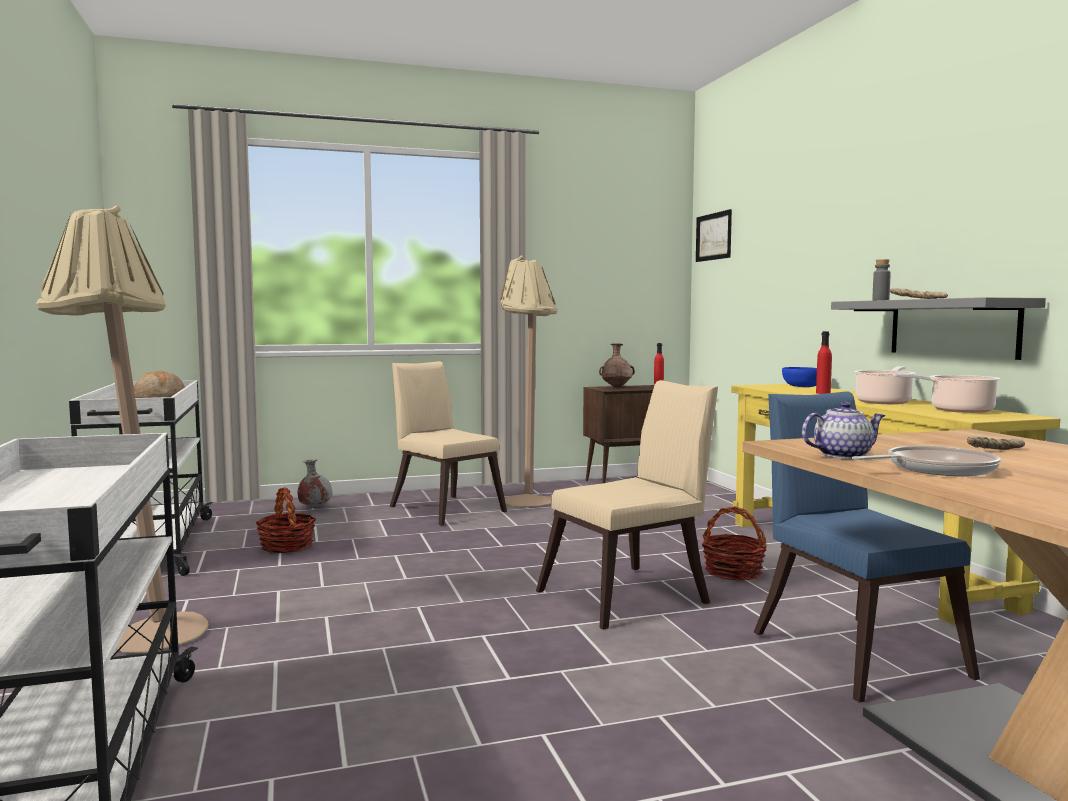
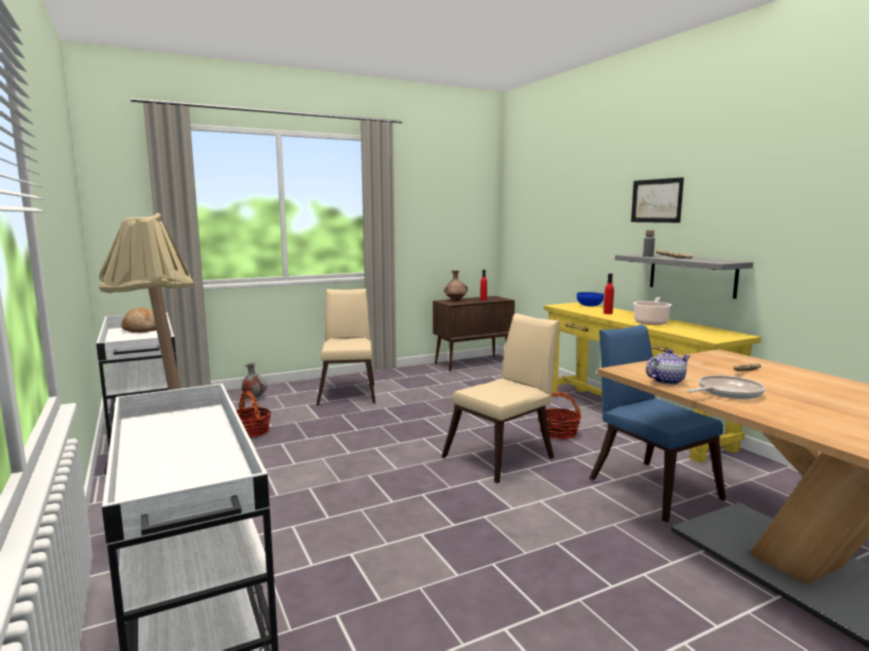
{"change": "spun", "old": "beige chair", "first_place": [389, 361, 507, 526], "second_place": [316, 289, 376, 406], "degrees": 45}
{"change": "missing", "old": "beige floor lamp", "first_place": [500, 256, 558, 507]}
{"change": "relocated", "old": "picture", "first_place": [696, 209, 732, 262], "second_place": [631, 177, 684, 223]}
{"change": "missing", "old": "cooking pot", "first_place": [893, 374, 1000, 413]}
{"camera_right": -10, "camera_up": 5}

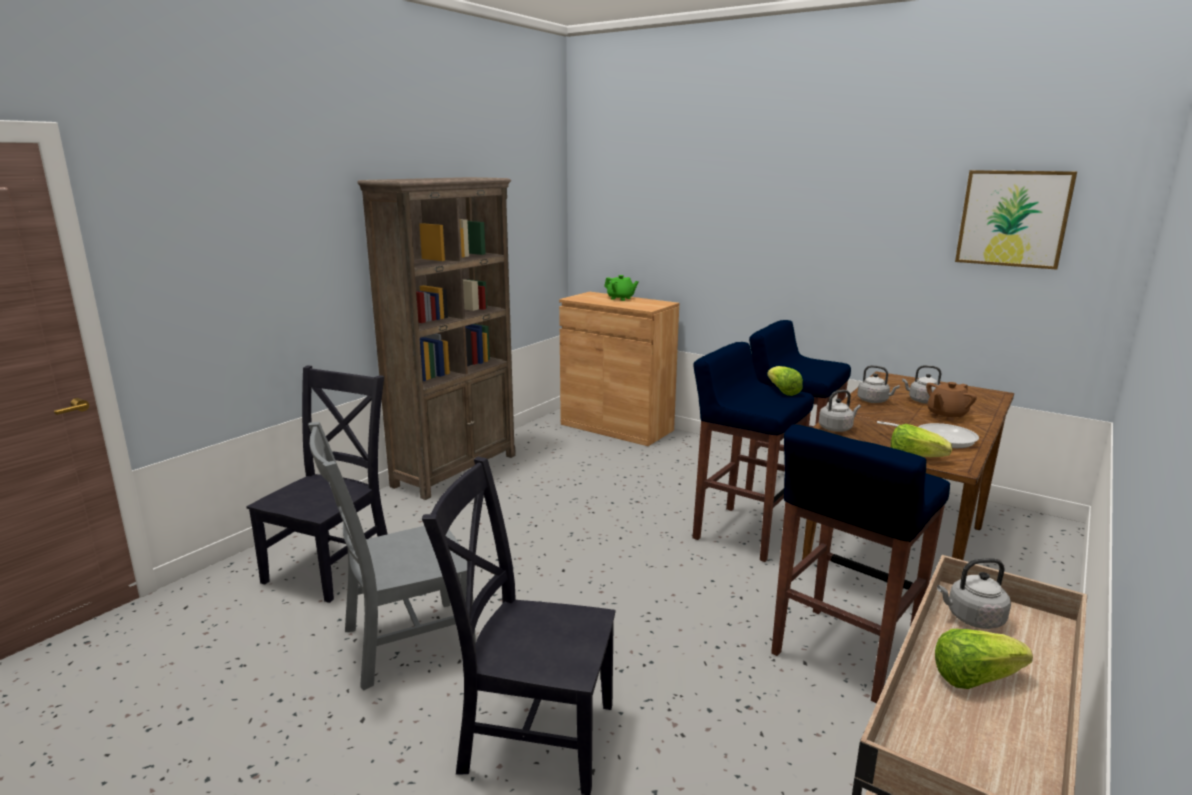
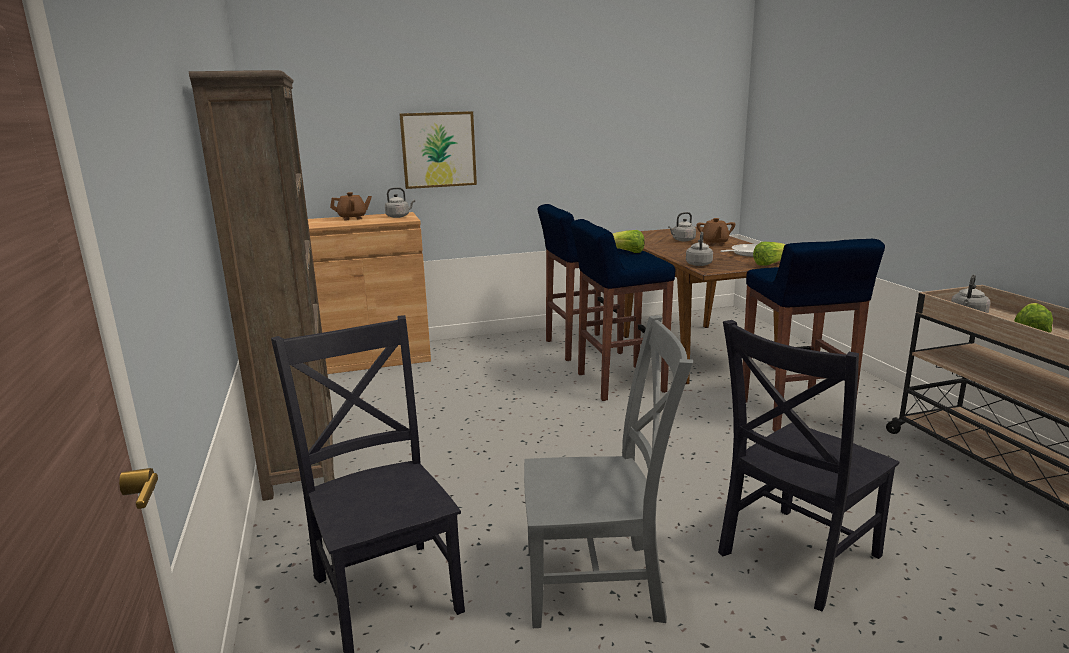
{"change": "spun", "old": "grey chair", "first_place": [308, 422, 476, 691], "second_place": [524, 315, 693, 628], "degrees": -105}
{"change": "colour", "old": "green teapot", "new": "brown teapot", "first_place": [604, 275, 639, 301], "second_place": [330, 192, 372, 220]}
{"change": "relocated", "old": "grey kettle", "first_place": [857, 365, 900, 403], "second_place": [385, 187, 415, 218]}
{"change": "relocated", "old": "picture", "first_place": [955, 170, 1077, 270], "second_place": [399, 111, 477, 189]}
{"camera_right": -50, "camera_up": 0}

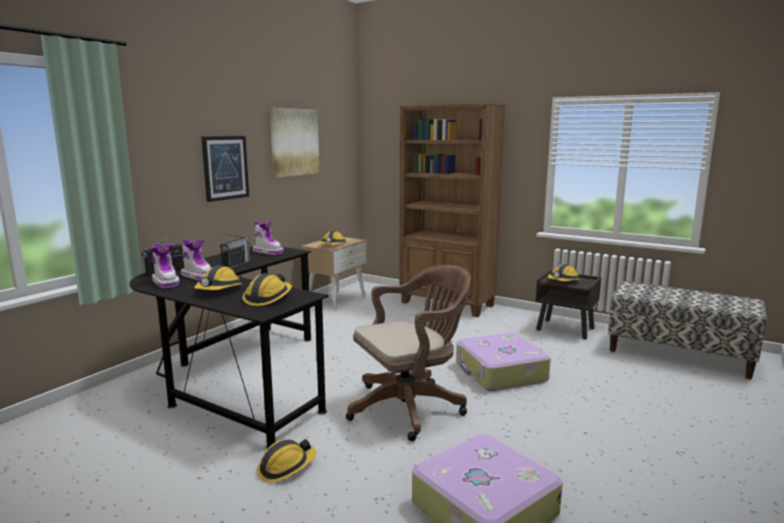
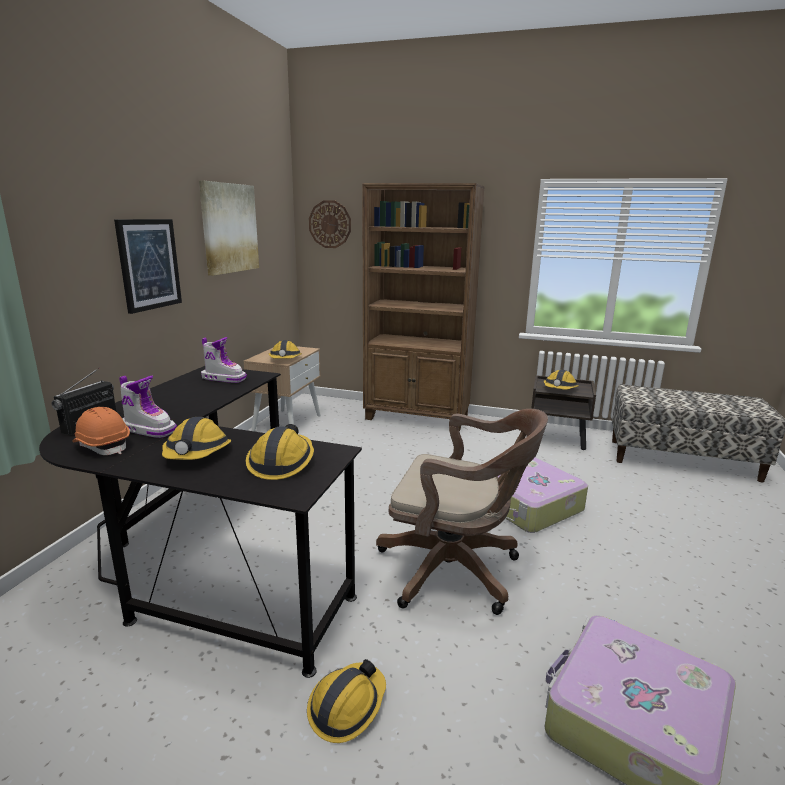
{"change": "exchanged", "old": "boot", "new": "orange hard hat", "first_place": [150, 243, 180, 288], "second_place": [72, 407, 130, 455]}
{"change": "missing", "old": "radio", "first_place": [220, 233, 250, 268]}
{"change": "spun", "old": "brown office chair", "first_place": [346, 265, 471, 441], "second_place": [376, 409, 548, 615], "degrees": 60}
{"change": "appeared", "new": "wall clock", "second_place": [309, 200, 351, 248]}
{"camera_right": -15, "camera_up": 5}

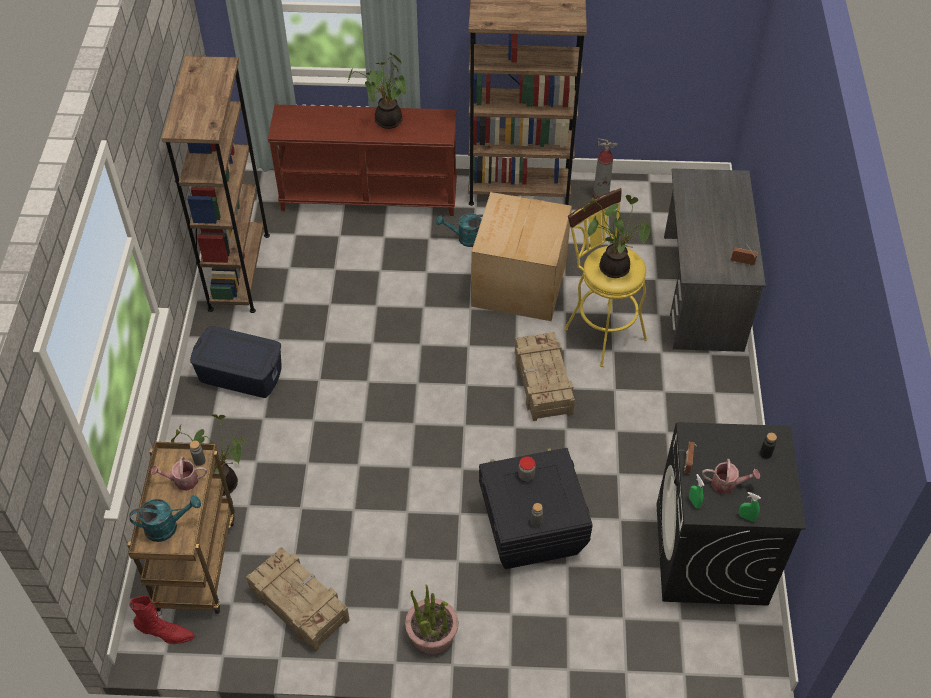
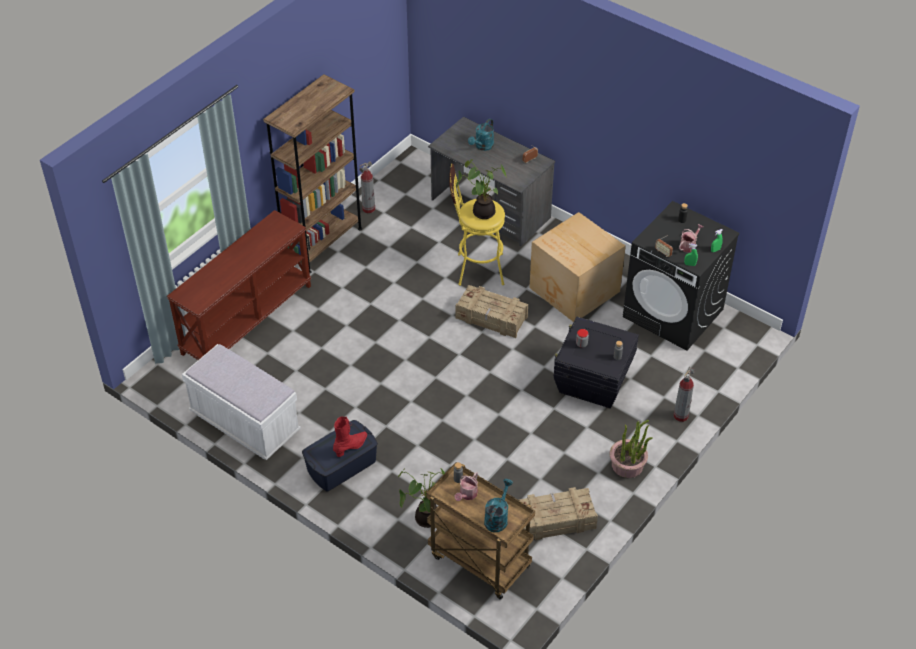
{"change": "relocated", "old": "red boot", "first_place": [129, 596, 195, 644], "second_place": [333, 417, 367, 457]}
{"change": "exchanged", "old": "brown bookcase", "new": "white bench", "first_place": [162, 56, 270, 313], "second_place": [182, 344, 301, 460]}
{"change": "missing", "old": "potted plant", "first_place": [348, 52, 407, 129]}
{"change": "relocated", "old": "turquoise watering can", "first_place": [436, 213, 483, 247], "second_place": [468, 119, 494, 151]}
{"change": "relocated", "old": "cardboard box", "first_place": [471, 192, 572, 321], "second_place": [529, 212, 626, 322]}
{"change": "appeared", "new": "fire extinguisher", "second_place": [674, 367, 694, 422]}
{"camera_right": -55, "camera_up": -5}

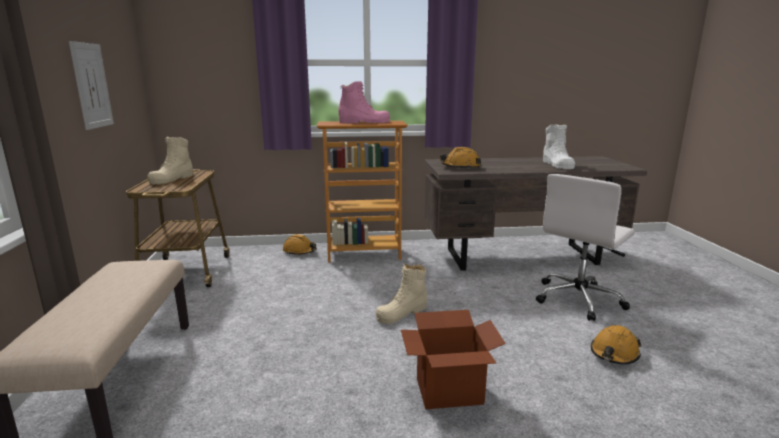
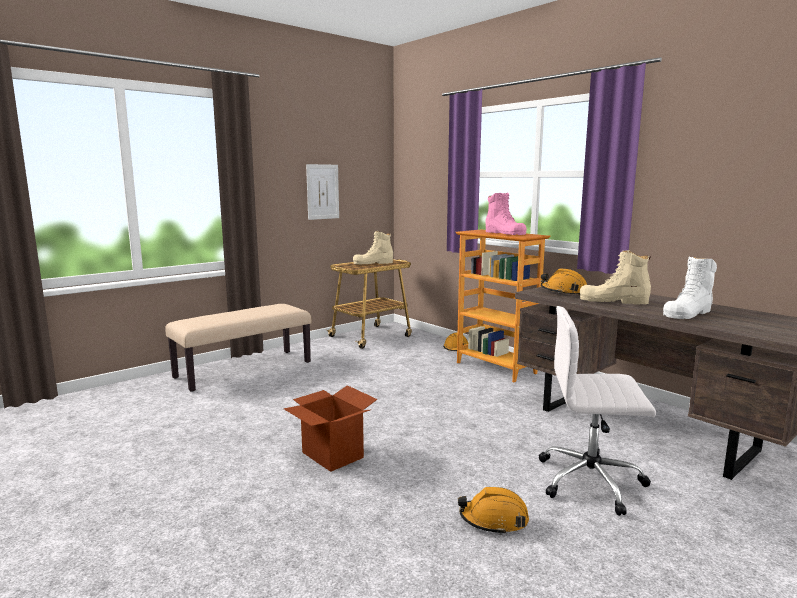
{"change": "relocated", "old": "beige boot", "first_place": [375, 264, 427, 324], "second_place": [580, 250, 651, 305]}
{"camera_right": 55, "camera_up": -5}

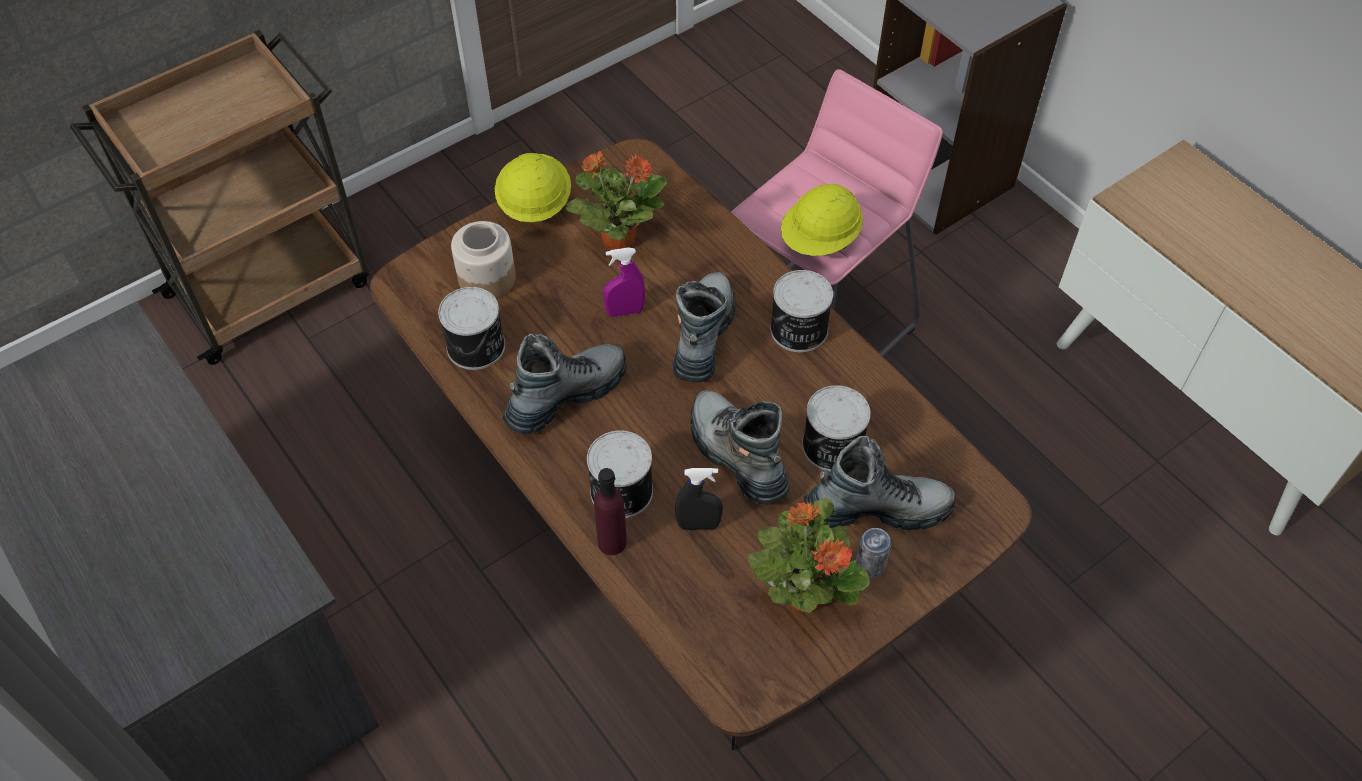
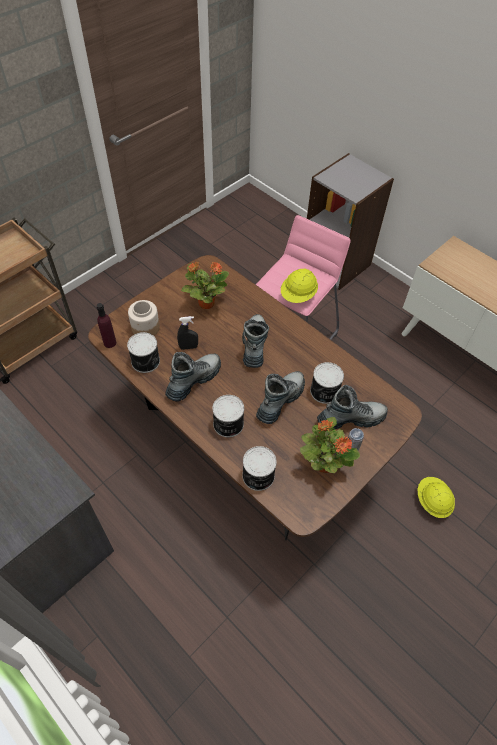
{"change": "relocated", "old": "yellow hard hat", "first_place": [495, 153, 571, 223], "second_place": [418, 477, 455, 518]}
{"change": "relocated", "old": "purple bottle", "first_place": [594, 468, 627, 555], "second_place": [96, 303, 116, 348]}
{"change": "missing", "old": "purple spray bottle", "first_place": [603, 247, 645, 317]}
{"change": "relocated", "old": "black spray bottle", "first_place": [675, 468, 723, 530], "second_place": [177, 316, 198, 350]}
{"change": "spun", "old": "boot", "first_place": [690, 390, 789, 505], "second_place": [256, 371, 305, 424], "degrees": 75}
{"change": "relocated", "old": "can", "first_place": [770, 270, 833, 353], "second_place": [242, 446, 277, 491]}
{"camera_right": -10, "camera_up": 0}

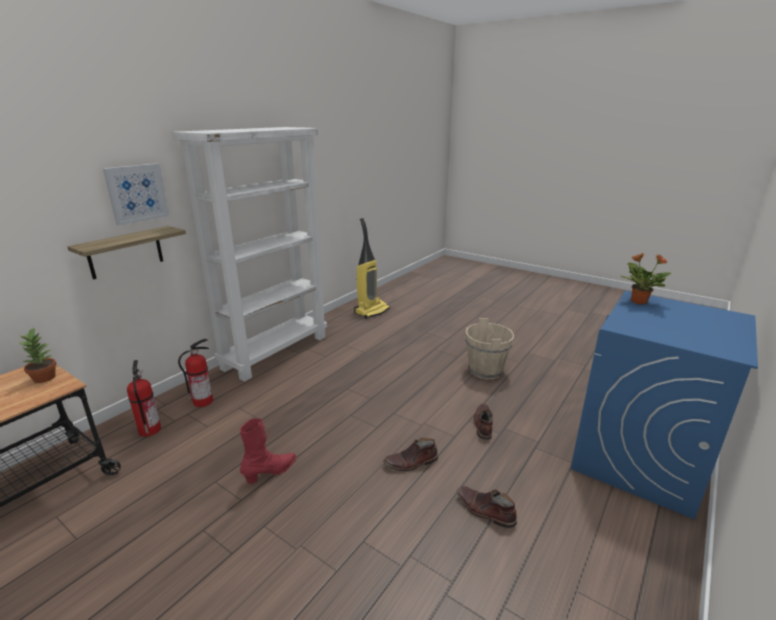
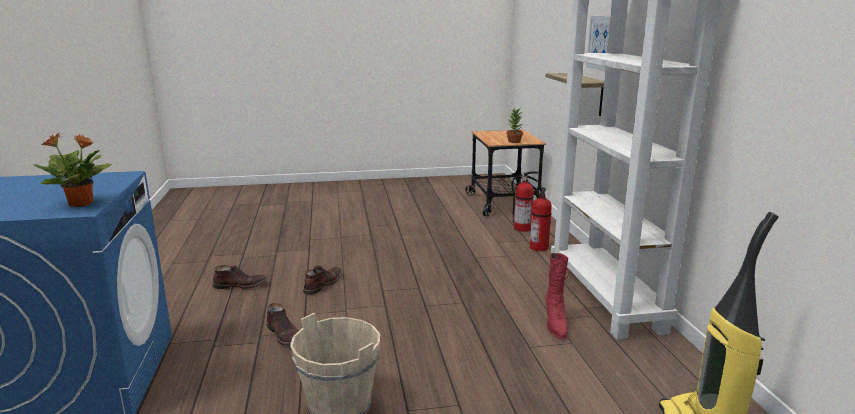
{"change": "relocated", "old": "red boot", "first_place": [240, 418, 296, 484], "second_place": [546, 253, 569, 339]}
{"camera_right": 135, "camera_up": -5}

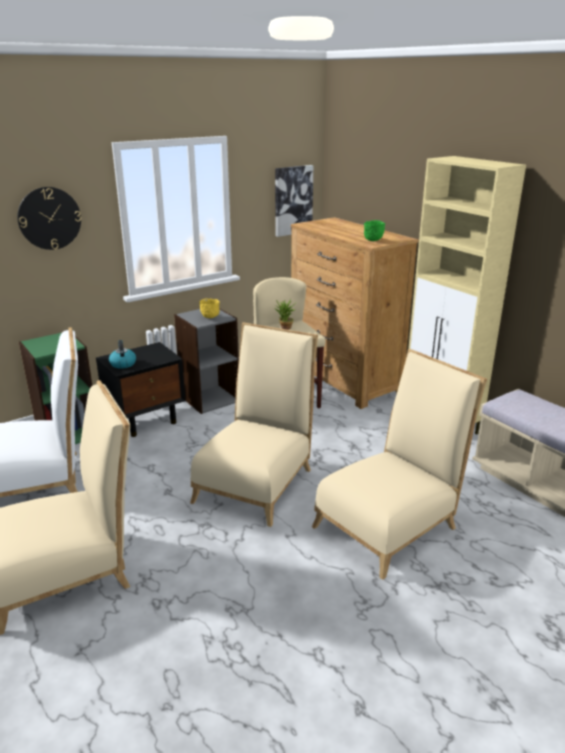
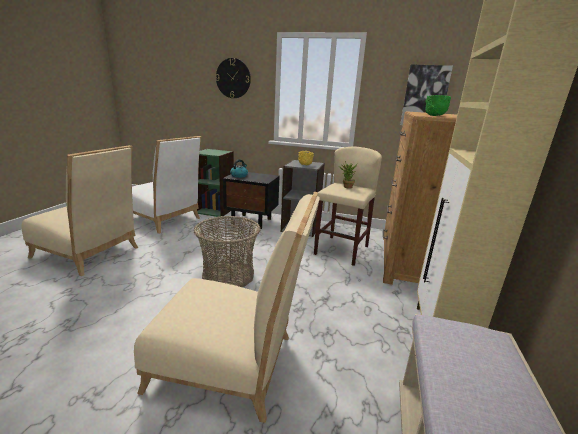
{"change": "exchanged", "old": "beige chair", "new": "basket", "first_place": [190, 322, 318, 527], "second_place": [194, 216, 261, 287]}
{"camera_right": 50, "camera_up": -5}

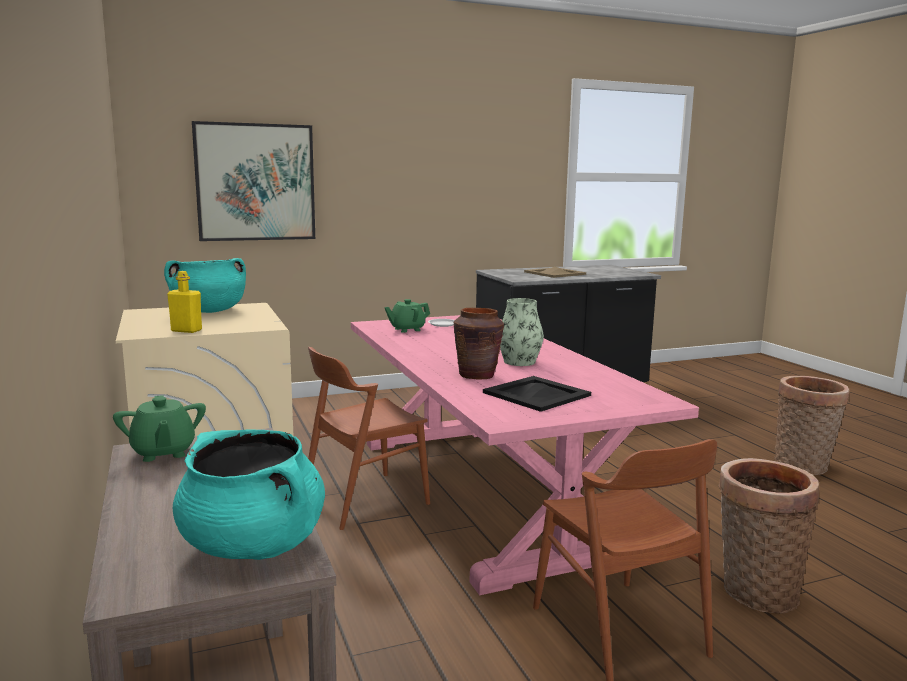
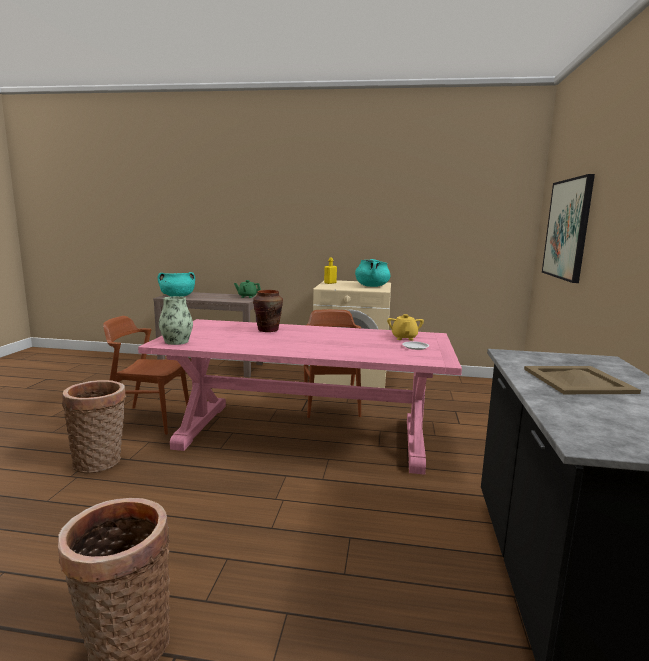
{"change": "colour", "old": "green teapot", "new": "yellow teapot", "first_place": [384, 299, 430, 333], "second_place": [387, 314, 424, 341]}
{"change": "missing", "old": "black tray", "first_place": [483, 376, 591, 412]}
{"change": "relocated", "old": "vase", "first_place": [500, 298, 544, 366], "second_place": [159, 296, 193, 345]}
{"camera_right": 120, "camera_up": 0}

